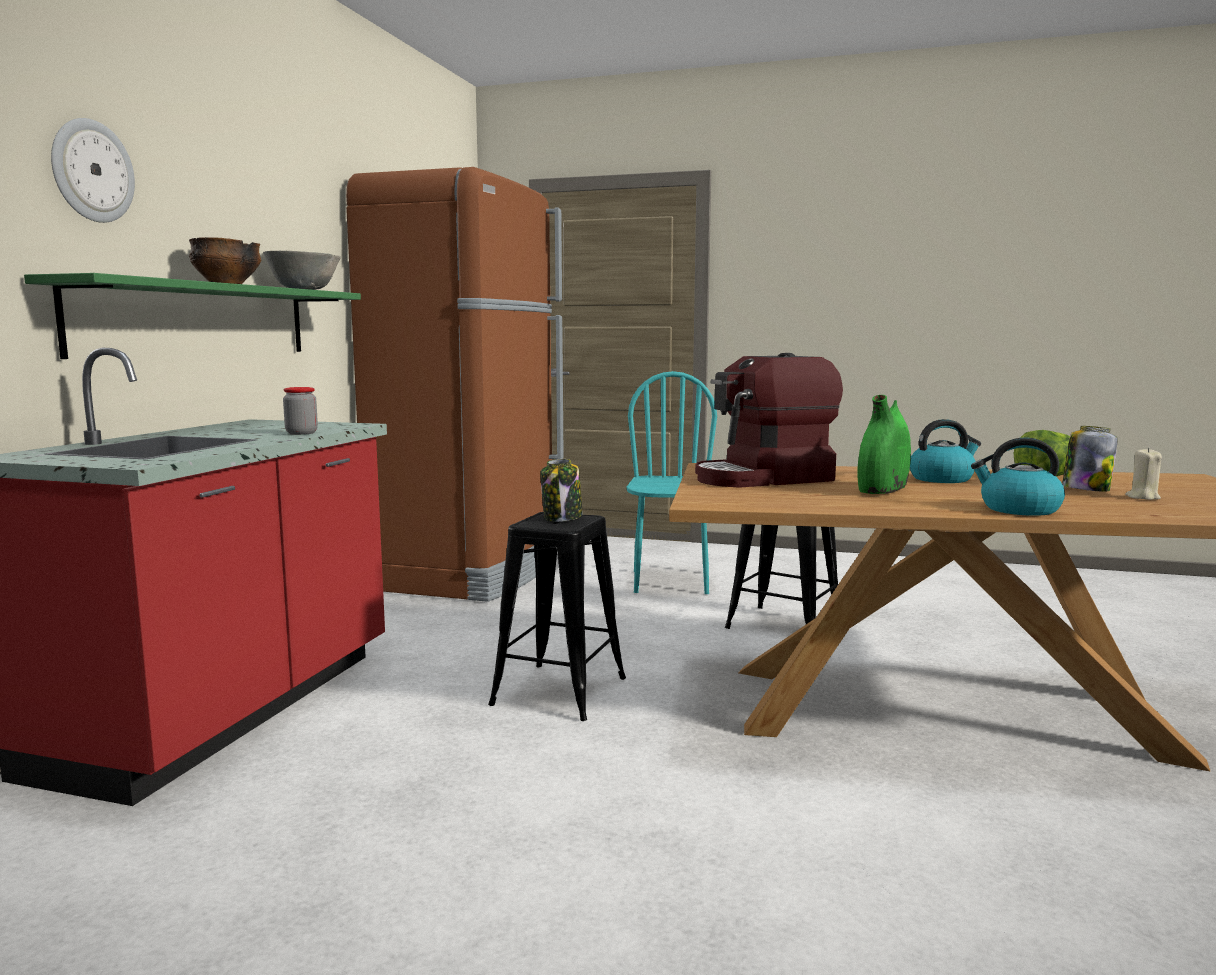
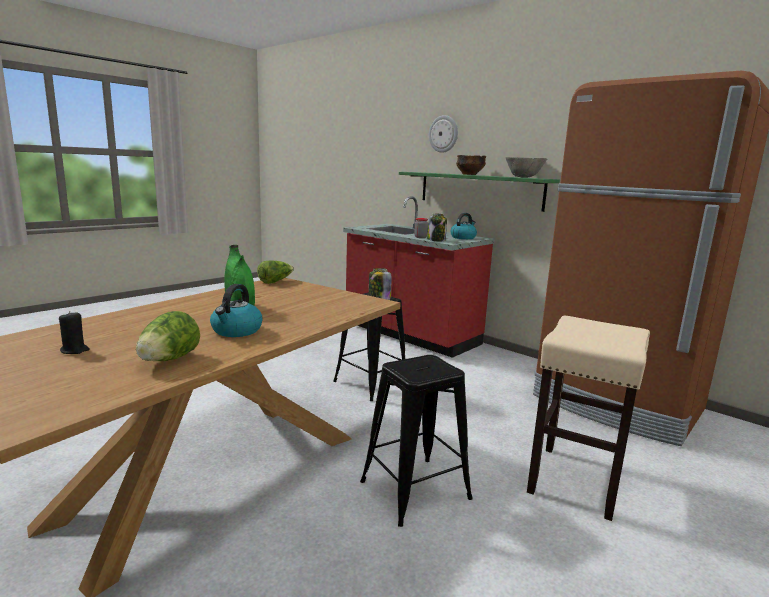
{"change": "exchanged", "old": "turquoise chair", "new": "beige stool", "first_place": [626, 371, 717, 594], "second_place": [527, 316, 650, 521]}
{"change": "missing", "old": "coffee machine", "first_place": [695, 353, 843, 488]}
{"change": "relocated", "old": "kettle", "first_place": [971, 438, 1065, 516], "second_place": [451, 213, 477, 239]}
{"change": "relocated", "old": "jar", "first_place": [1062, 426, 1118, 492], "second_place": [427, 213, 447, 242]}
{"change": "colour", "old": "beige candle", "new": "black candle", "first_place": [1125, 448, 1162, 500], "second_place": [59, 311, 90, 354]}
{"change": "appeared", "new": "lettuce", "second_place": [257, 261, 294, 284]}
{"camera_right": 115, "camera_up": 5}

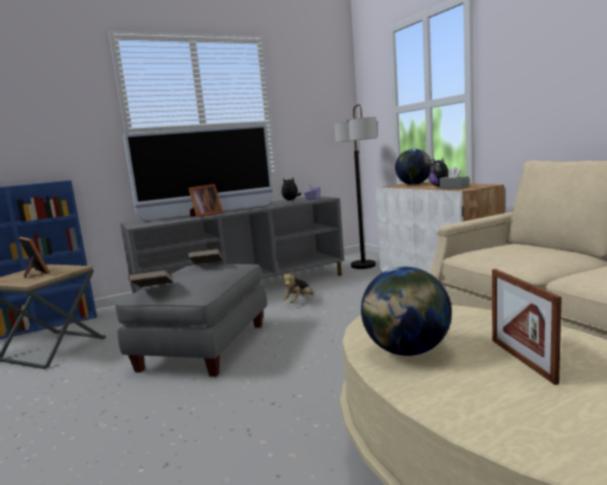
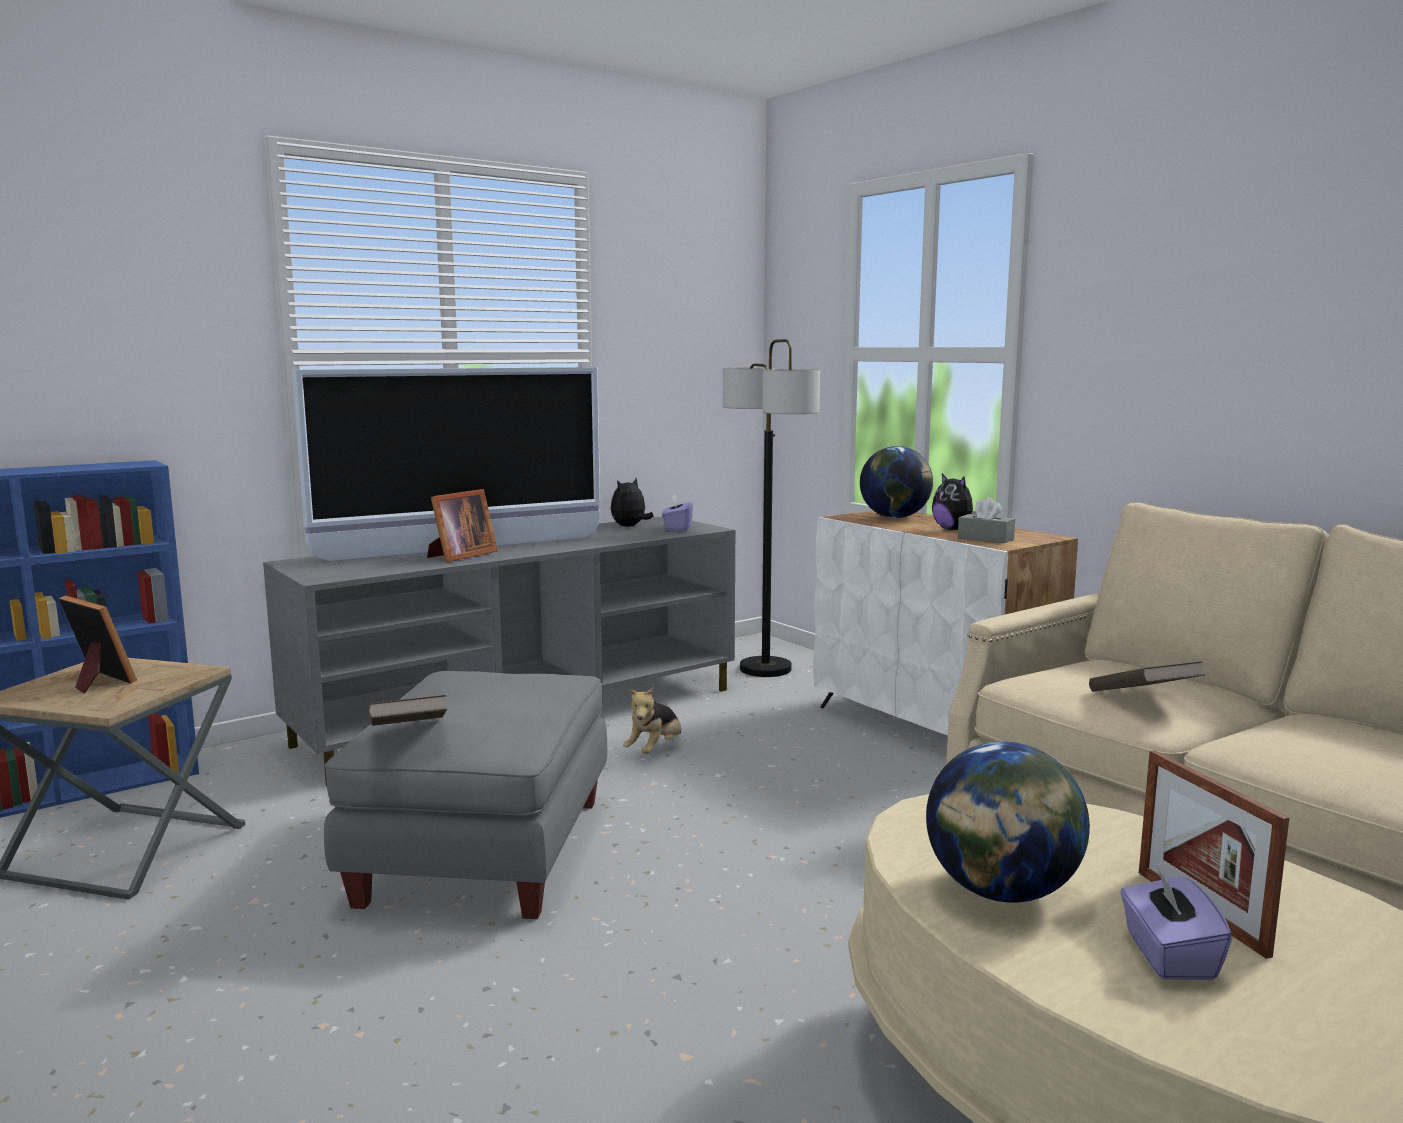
{"change": "relocated", "old": "brown book", "first_place": [188, 248, 222, 264], "second_place": [1089, 661, 1205, 692]}
{"change": "appeared", "new": "purple tissue box", "second_place": [1120, 866, 1232, 980]}
{"camera_right": -10, "camera_up": 0}

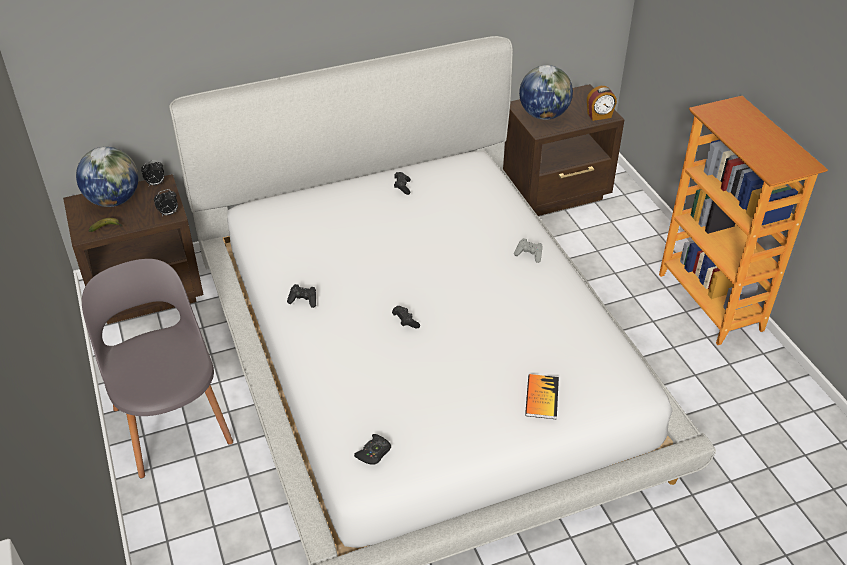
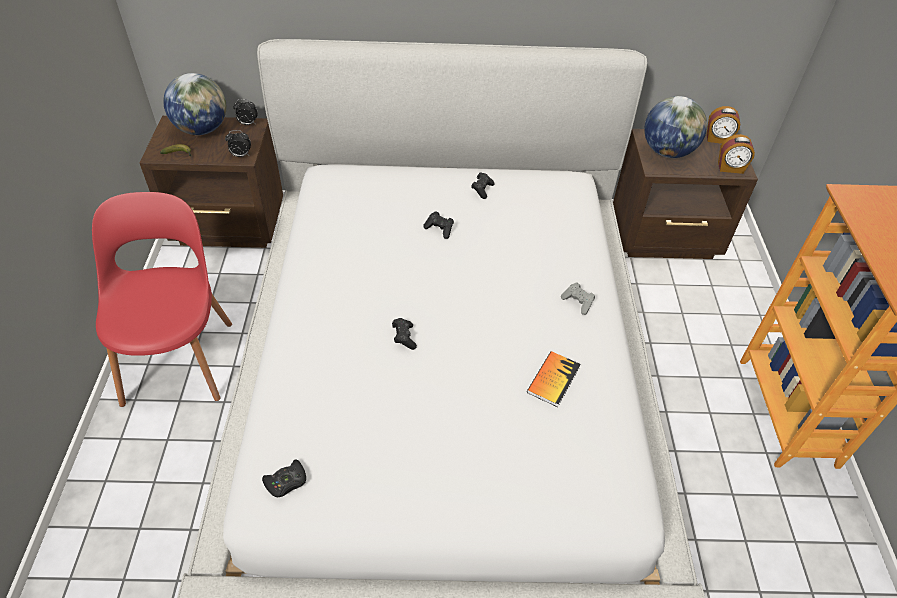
{"change": "colour", "old": "grey chair", "new": "red chair", "first_place": [82, 259, 233, 478], "second_place": [92, 192, 232, 407]}
{"change": "relocated", "old": "black game controller", "first_place": [287, 284, 316, 308], "second_place": [423, 211, 454, 239]}
{"change": "relocated", "old": "book", "first_place": [525, 374, 559, 419], "second_place": [527, 351, 581, 407]}
{"change": "appeared", "new": "alarm clock", "second_place": [707, 106, 740, 144]}
{"camera_right": 20, "camera_up": 5}

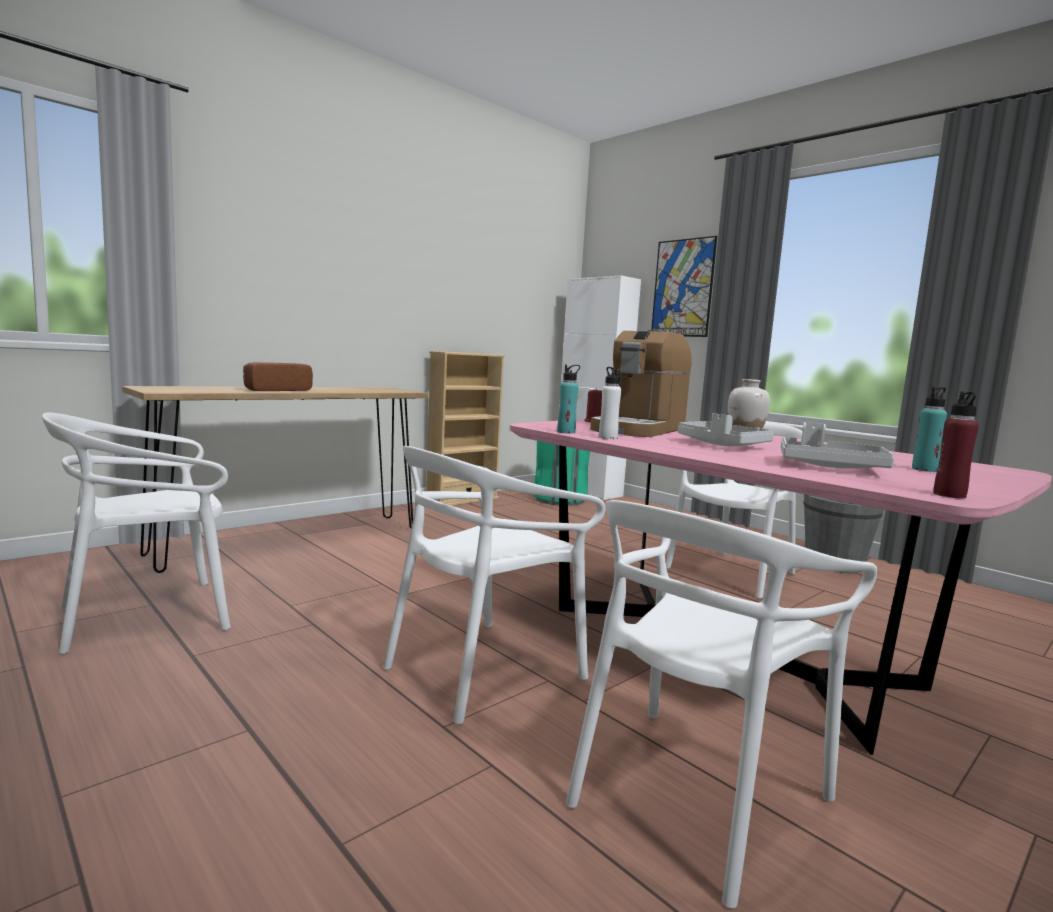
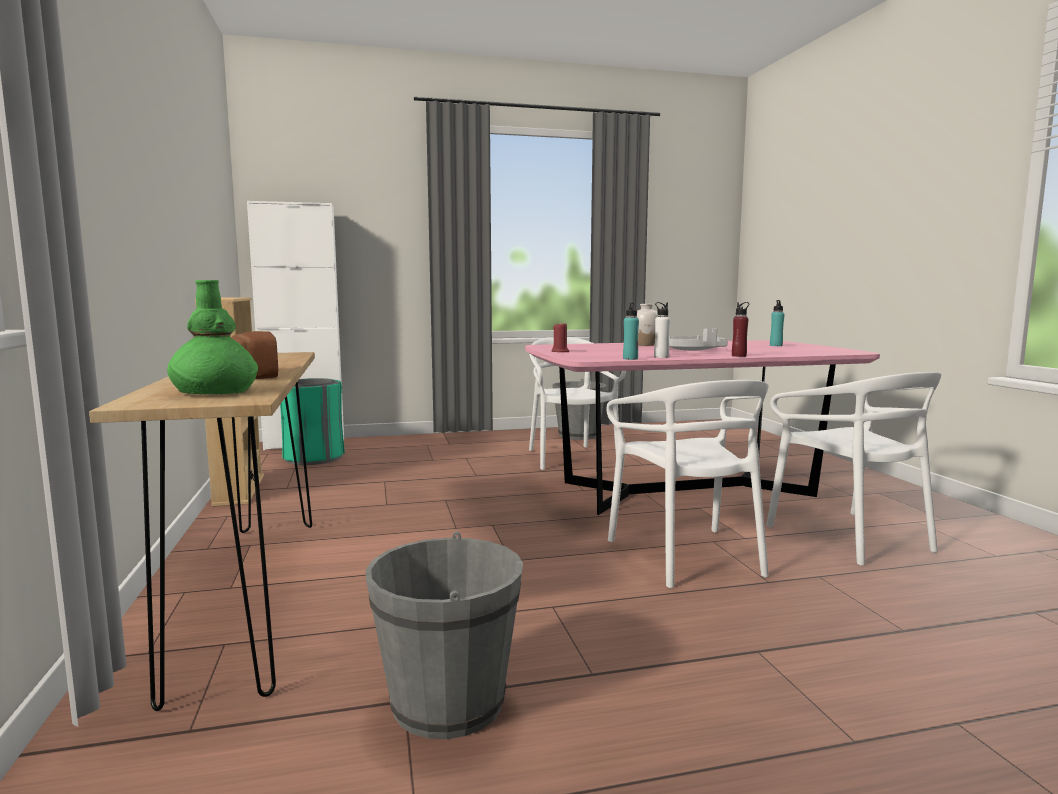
{"change": "exchanged", "old": "white chair", "new": "grey bucket", "first_place": [42, 413, 231, 654], "second_place": [366, 532, 523, 739]}
{"change": "missing", "old": "coffee machine", "first_place": [590, 330, 692, 437]}
{"change": "missing", "old": "picture", "first_place": [651, 236, 717, 337]}
{"change": "missing", "old": "grey tray", "first_place": [781, 422, 894, 469]}
{"change": "relocated", "old": "red bottle", "first_place": [933, 391, 979, 499], "second_place": [732, 302, 750, 357]}
{"change": "appeared", "new": "green vase", "second_place": [167, 280, 258, 395]}
{"camera_right": -60, "camera_up": 0}

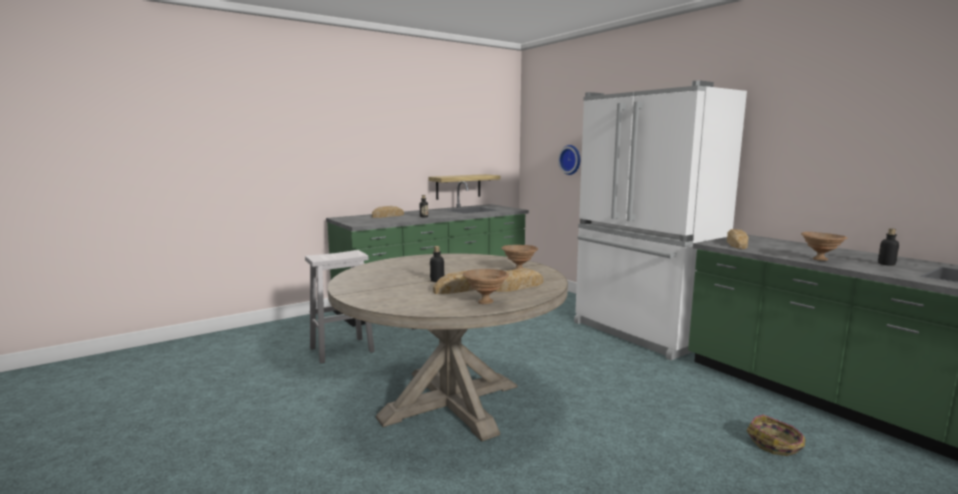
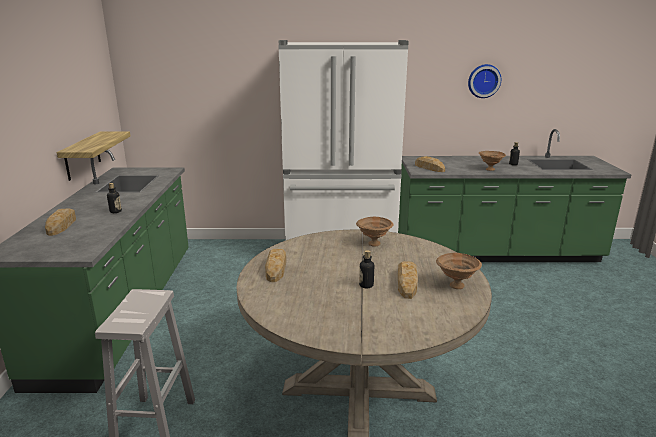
{"change": "relocated", "old": "bread", "first_place": [496, 268, 543, 292], "second_place": [265, 249, 286, 282]}
{"change": "relocated", "old": "wall clock", "first_place": [558, 145, 580, 175], "second_place": [468, 64, 501, 98]}
{"change": "missing", "old": "basket", "first_place": [746, 414, 806, 456]}
{"camera_right": -55, "camera_up": 10}

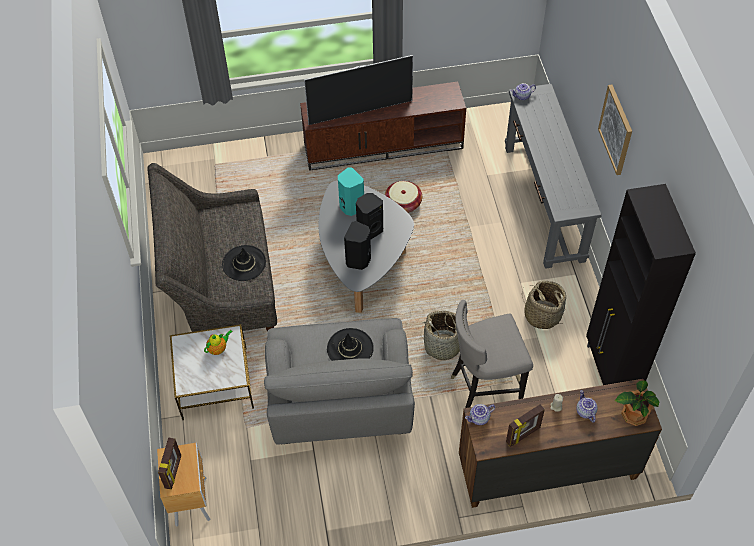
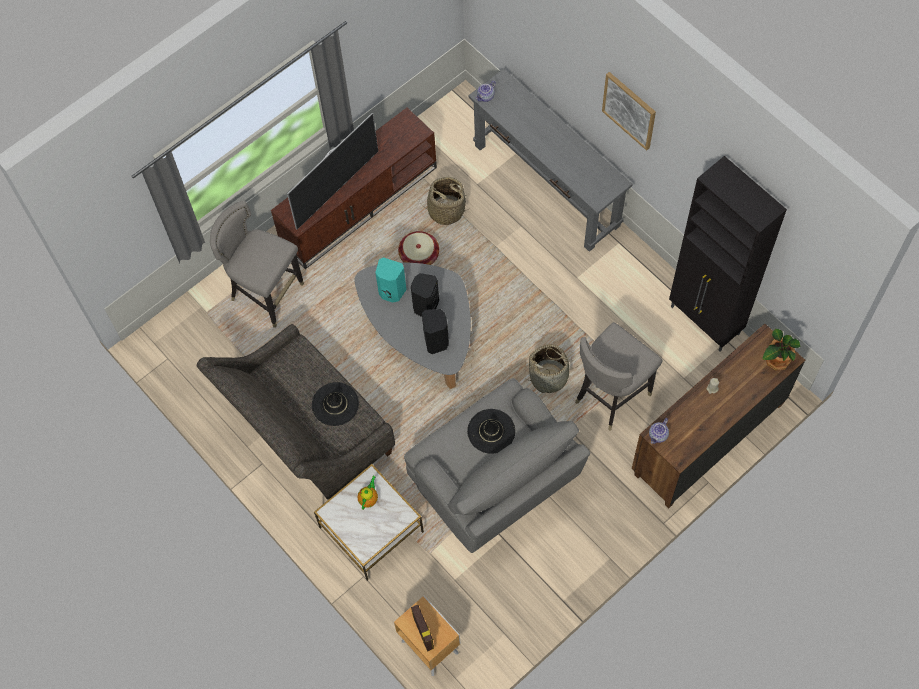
{"change": "missing", "old": "picture frame", "first_place": [506, 404, 545, 447]}
{"change": "relocated", "old": "basket", "first_place": [522, 280, 566, 329], "second_place": [419, 177, 470, 225]}
{"change": "missing", "old": "teapot", "first_place": [576, 390, 598, 423]}
{"change": "appeared", "new": "grey stool", "second_place": [210, 201, 304, 328]}
{"camera_right": -30, "camera_up": 10}

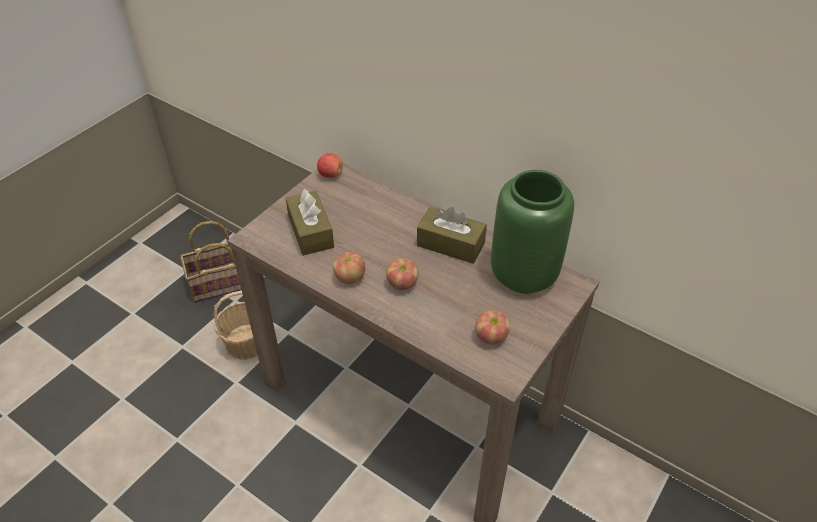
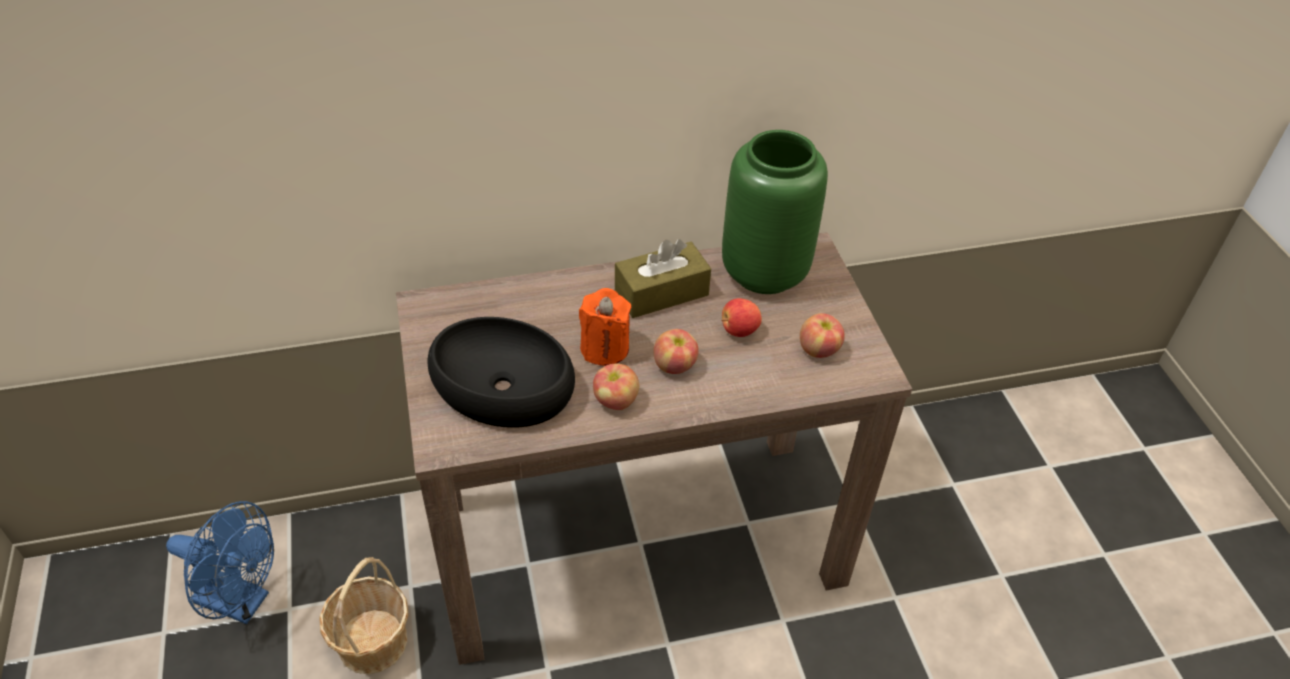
{"change": "exchanged", "old": "basket", "new": "blue fan", "first_place": [180, 221, 241, 302], "second_place": [166, 501, 274, 624]}
{"change": "exchanged", "old": "brown tissue box", "new": "black bowl", "first_place": [285, 189, 334, 255], "second_place": [427, 317, 575, 428]}
{"change": "relocated", "old": "apple", "first_place": [317, 153, 343, 178], "second_place": [721, 298, 762, 337]}
{"change": "appeared", "new": "orange candle", "second_place": [579, 288, 631, 366]}
{"camera_right": -50, "camera_up": 0}

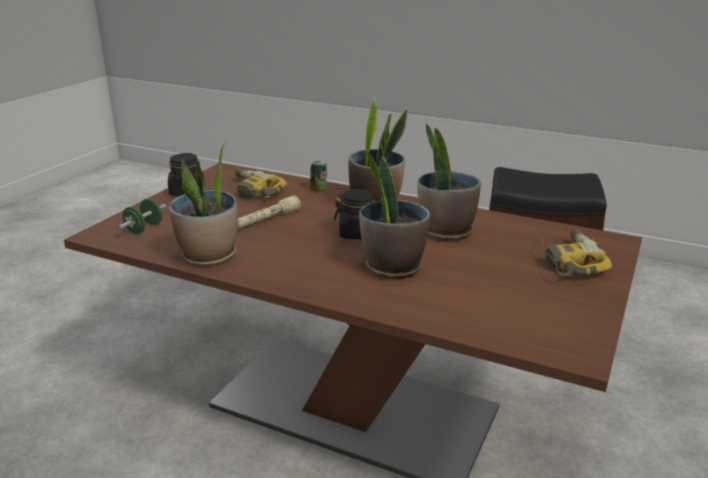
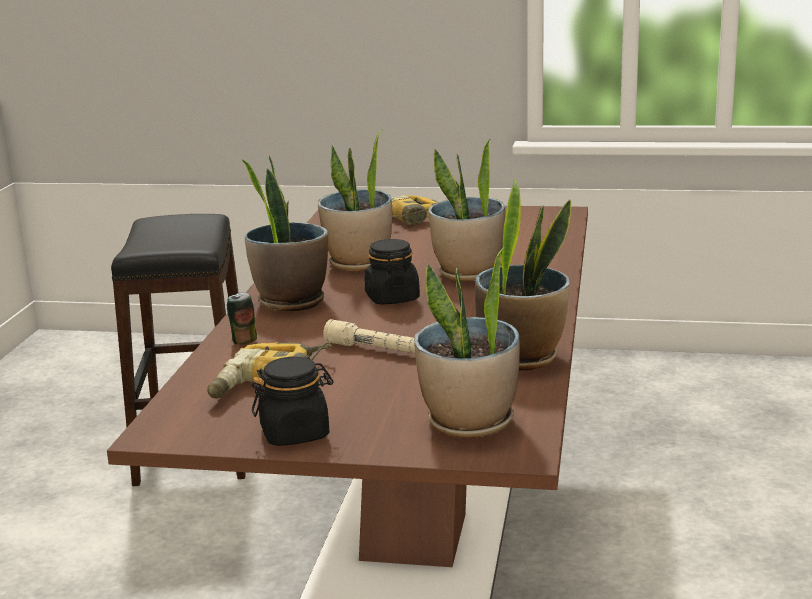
{"change": "exchanged", "old": "green dumbbell", "new": "potted plant", "first_place": [118, 199, 166, 234], "second_place": [414, 247, 520, 438]}
{"camera_right": -105, "camera_up": -5}

